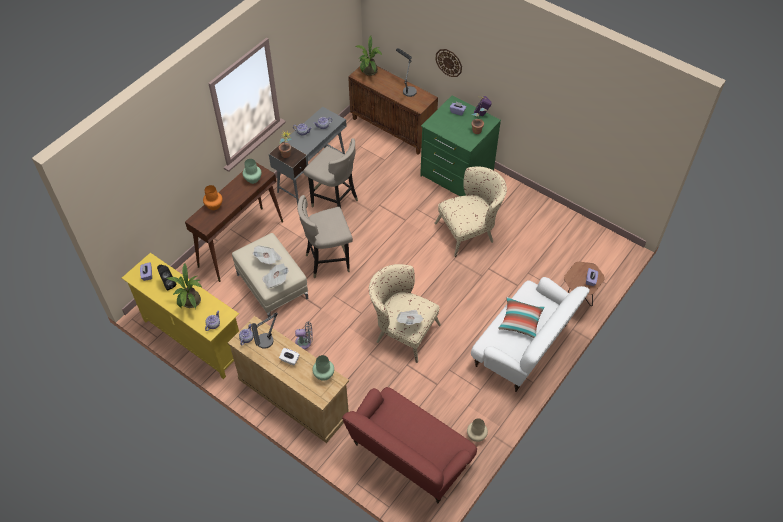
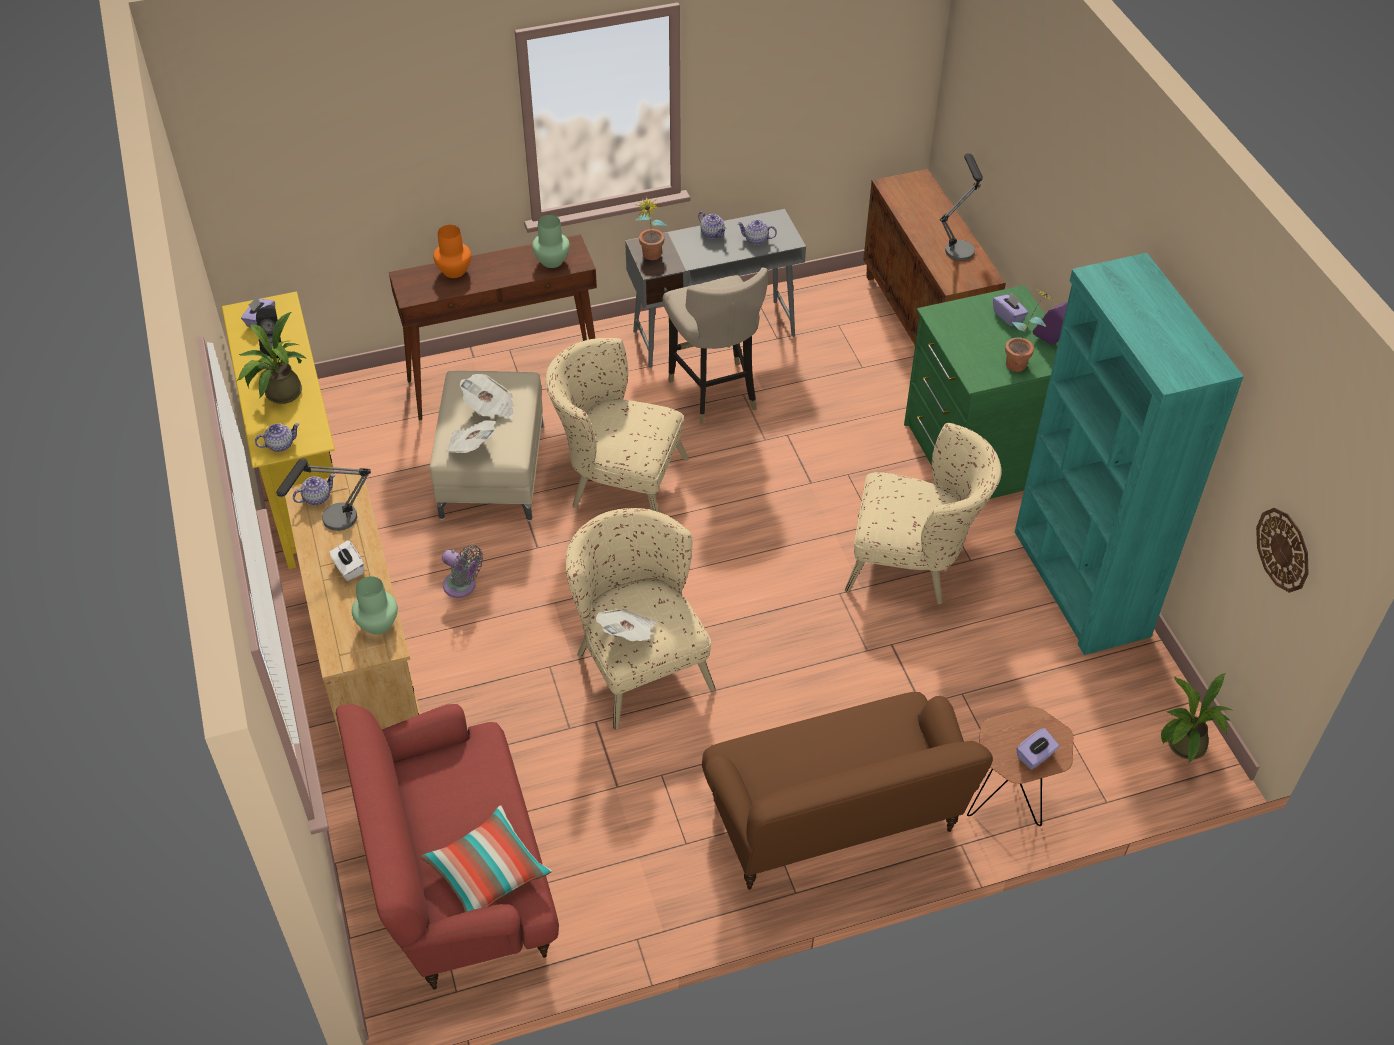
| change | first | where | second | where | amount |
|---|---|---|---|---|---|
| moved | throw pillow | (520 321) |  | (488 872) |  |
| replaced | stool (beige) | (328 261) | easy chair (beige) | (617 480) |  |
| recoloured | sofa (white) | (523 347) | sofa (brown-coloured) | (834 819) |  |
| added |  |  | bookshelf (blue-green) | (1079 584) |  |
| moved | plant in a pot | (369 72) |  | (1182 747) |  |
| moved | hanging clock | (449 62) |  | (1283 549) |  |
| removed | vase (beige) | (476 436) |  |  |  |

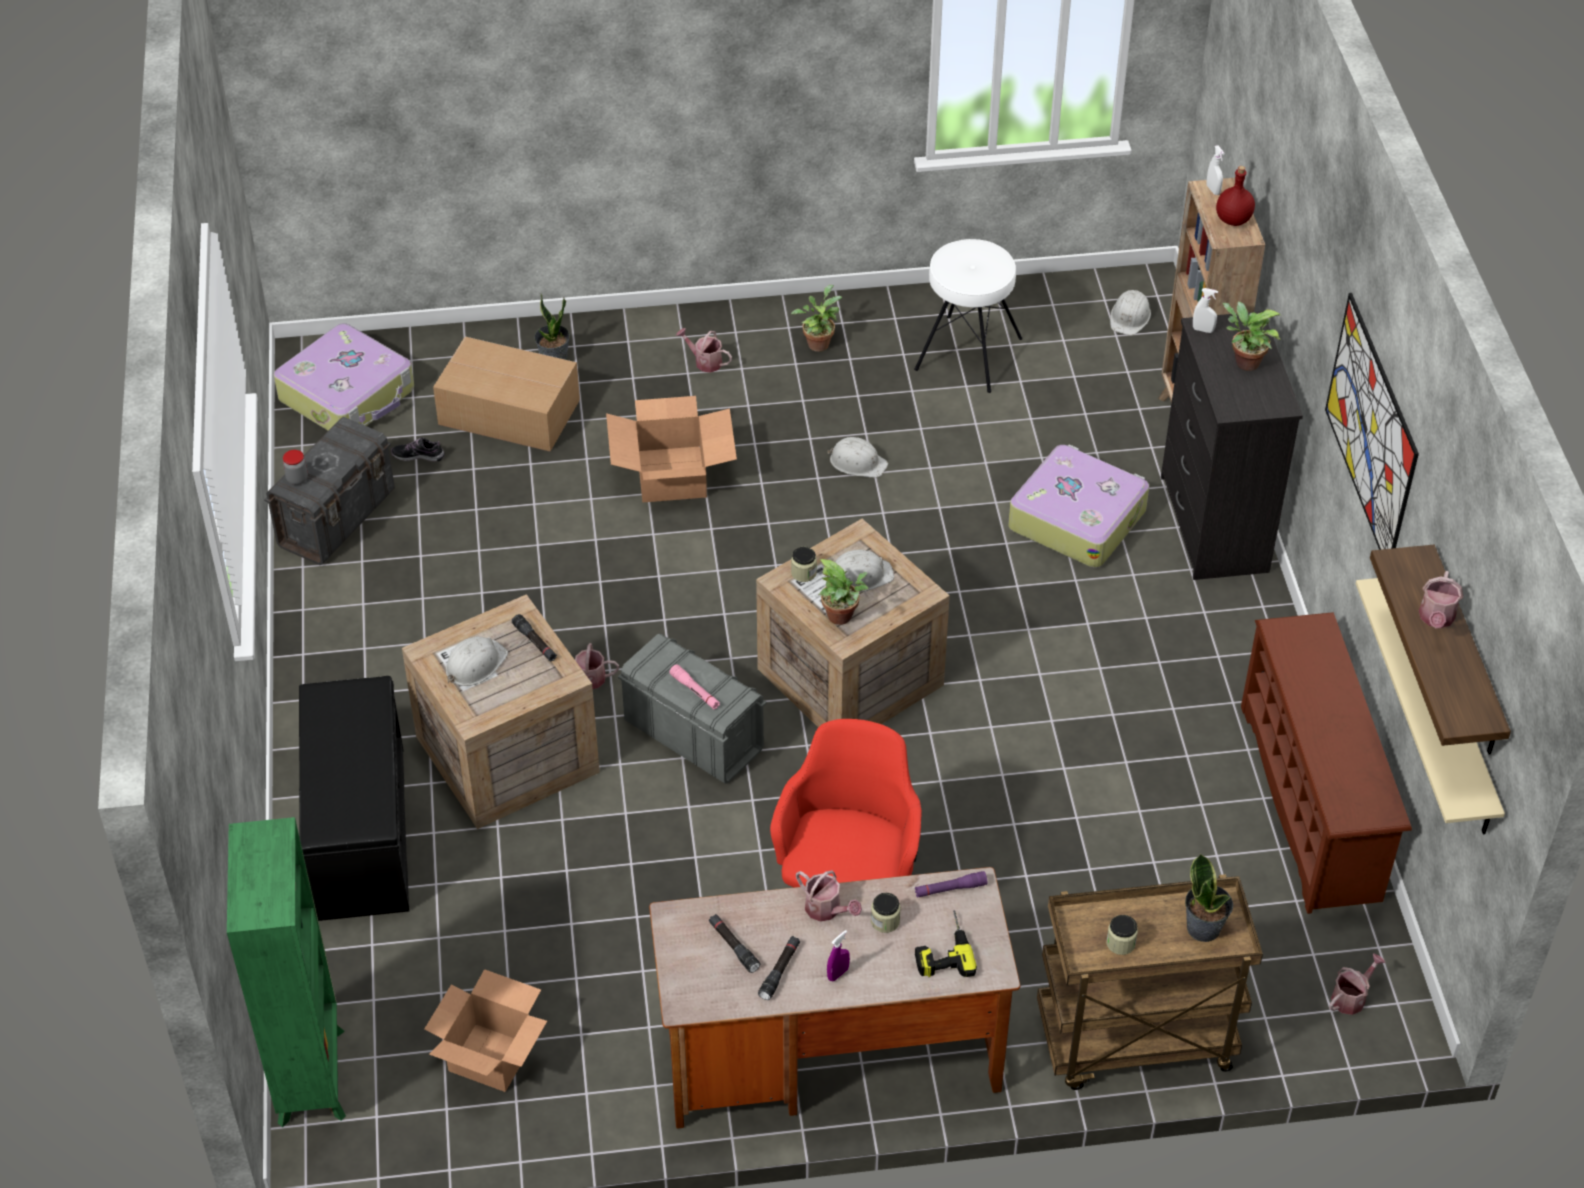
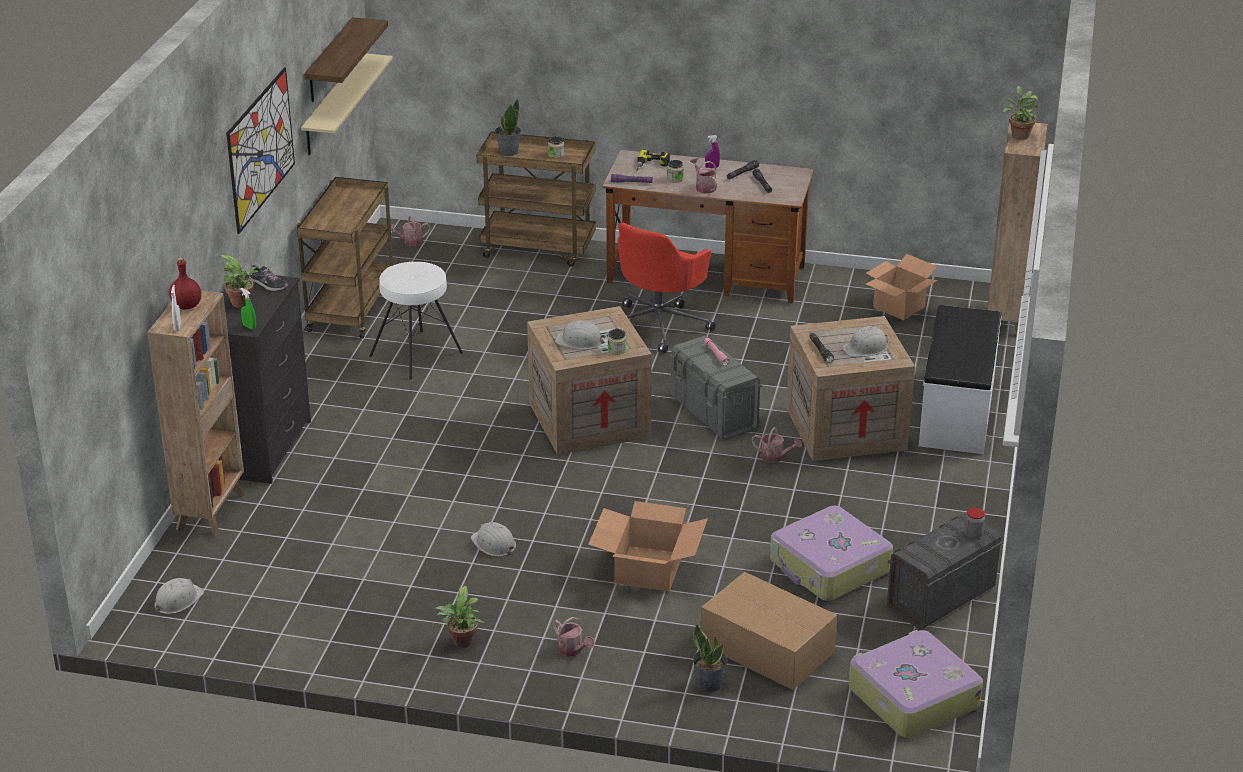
| change | first | where | second | where | amount |
|---|---|---|---|---|---|
| recoloured | sprayer (white) | (1203 330) | sprayer (greenish) | (249 327) |  |
| moved | item of footwear | (418 455) |  | (268 285) |  |
| replaced | shoe shelf (brown-coloured) | (1312 803) | cart (brown-coloured) | (350 309) |  |
| moved | stool (white) | (967 353) |  | (416 354) |  |
| moved | travel case | (1077 518) |  | (829 567) |  |
| recoloured | long seat (black) | (358 832) | long seat (white) | (958 411) |  |
| recoloured | bookshelf (greenish) | (312 1074) | bookshelf (brown-coloured) | (1005 320) |  |
| moved | plant in a pot | (842 617) |  | (1019 135) |  |
| removed | sprinkling can | (1436 619) |  |  |  |

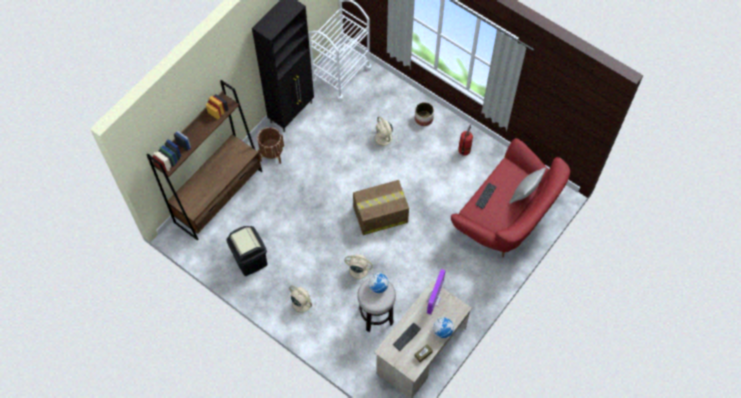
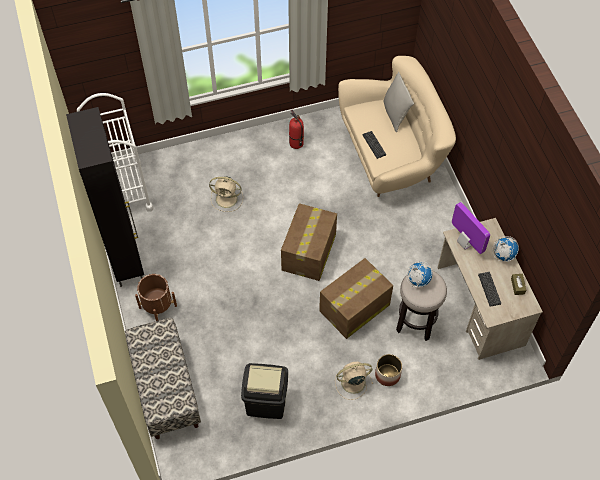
| change | first | where | second | where | amount |
|---|---|---|---|---|---|
| replaced | bookshelf (brown-coloured) | (219 196) | long seat | (165 388) |  |
| replaced | fan (beige) | (357 270) | packing box | (354 308) |  |
| recoloured | sofa (reddish) | (506 217) | sofa (beige) | (392 154) |  |
| moved | planter | (424 118) |  | (387 374) |  |

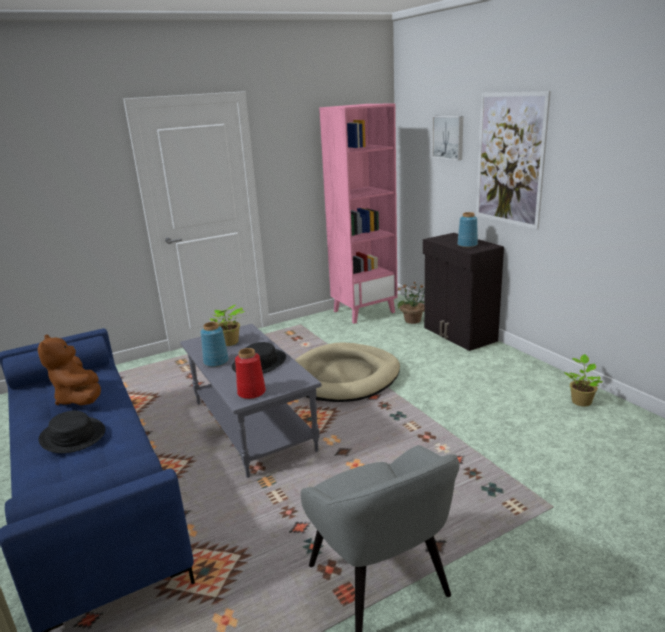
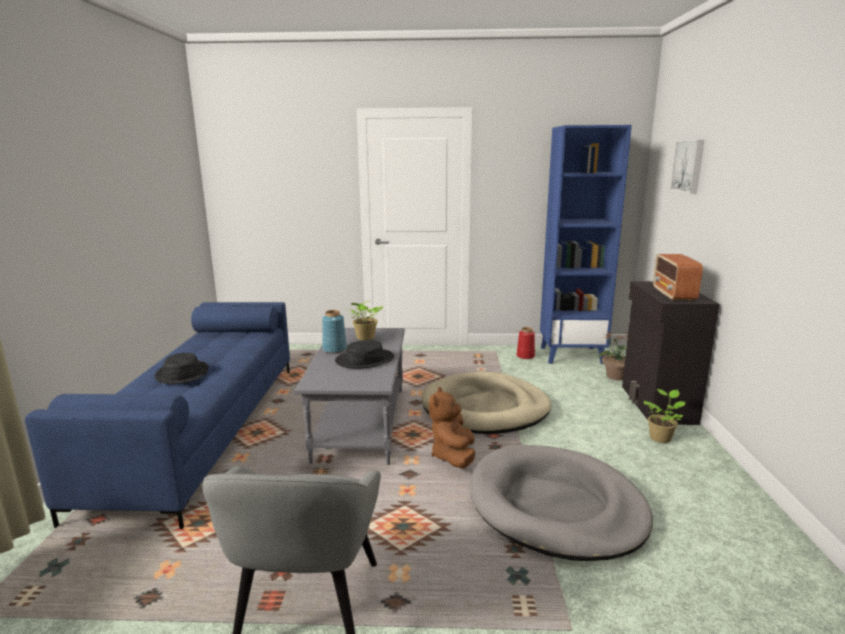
| change | first | where | second | where | amount |
|---|---|---|---|---|---|
| moved | cuddly toy (brown-coloured) | (80 399) |  | (453 456) |  |
| added |  |  | dog bed (gray) | (556 506) |  |
| moved | vase (reddish) | (252 392) |  | (525 356) |  |
| recoloured | bookshelf (pinkish) | (364 311) | bookshelf (blue) | (571 355) |  |
| moved | plant in a pot | (581 401) |  | (660 437) |  |
| replaced | vase (blue) | (467 245) | radio set | (673 295) |  |
| removed | wall picture | (510 159) |  |  |  |

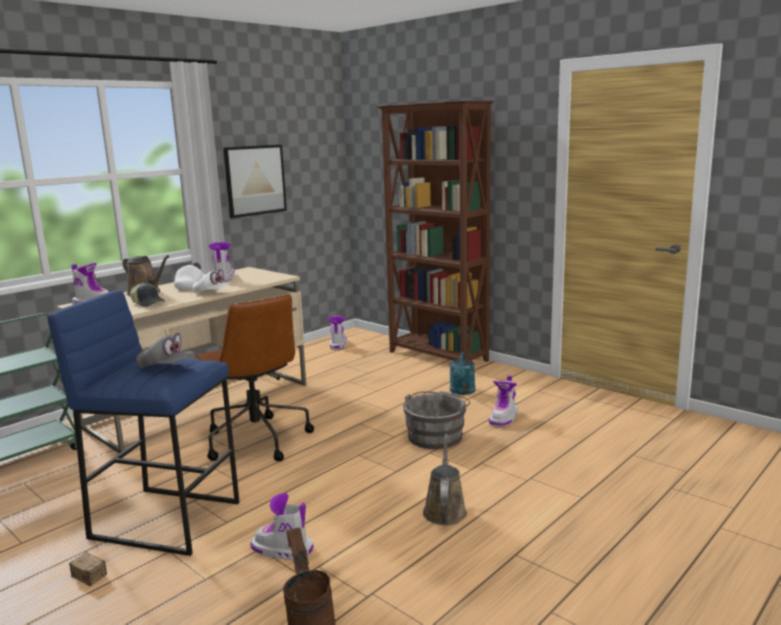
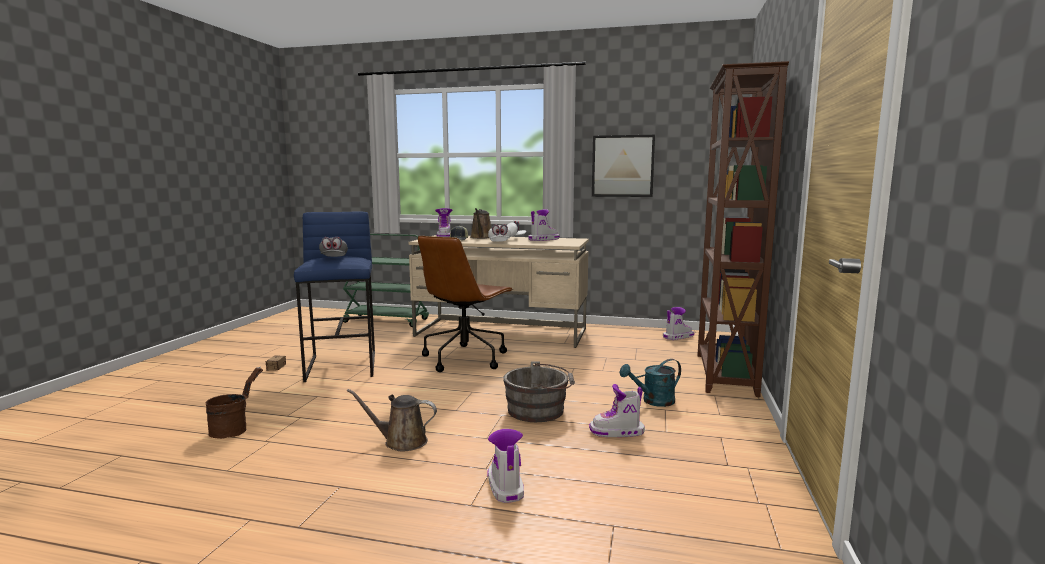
| change | first | where | second | where | amount |
|---|---|---|---|---|---|
| turned | sprinkling can (brown-coloured) | (444 510) |  | (401 442) | 150 degrees counterclockwise |
| moved | tall boot | (282 550) |  | (505 486) |  |

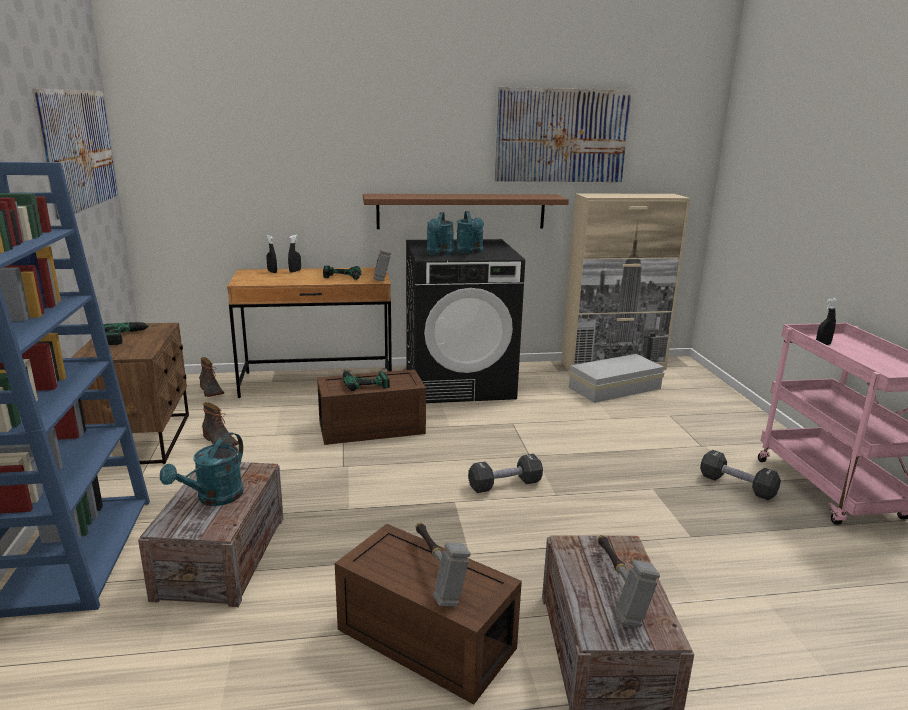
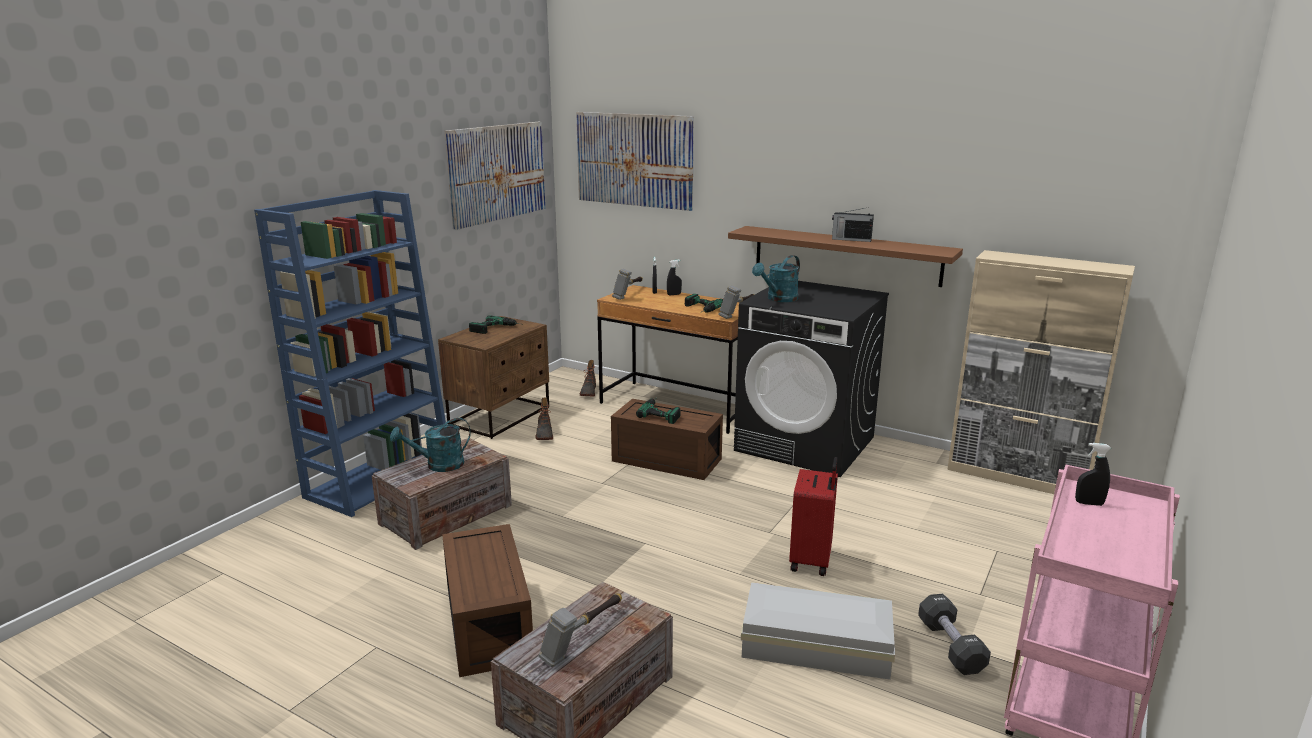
| change | first | where | second | where | amount |
|---|---|---|---|---|---|
| moved | wall picture | (561 136) |  | (634 160) |  |
| moved | hammer | (436 573) |  | (629 294) |  |
| moved | storage container (white) | (616 388) |  | (818 647) |  |
| added |  |  | travel case (reddish) | (812 560) |  |
| added |  |  | radio set | (850 239) |  |
| removed | sprinkling can (blue-green) | (471 252) |  |  |  |
| removed | hand weight (black) | (505 485) |  |  |  |

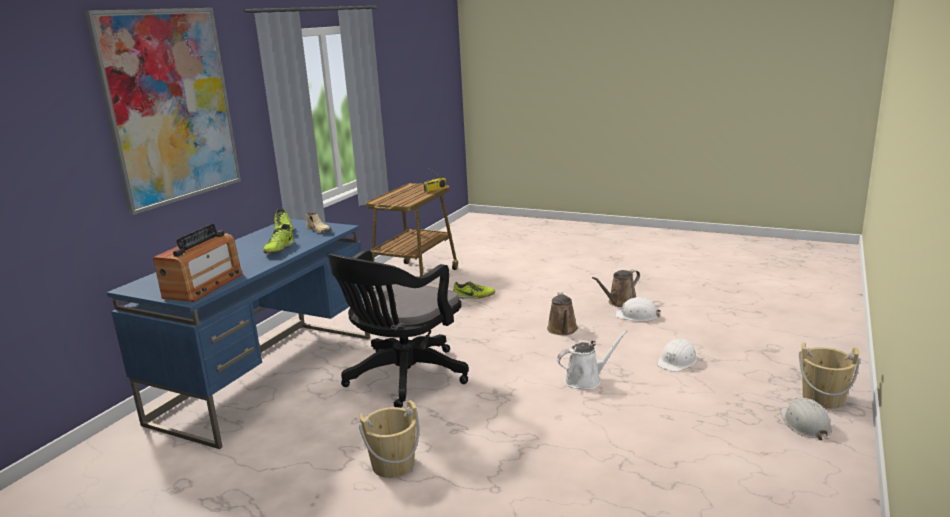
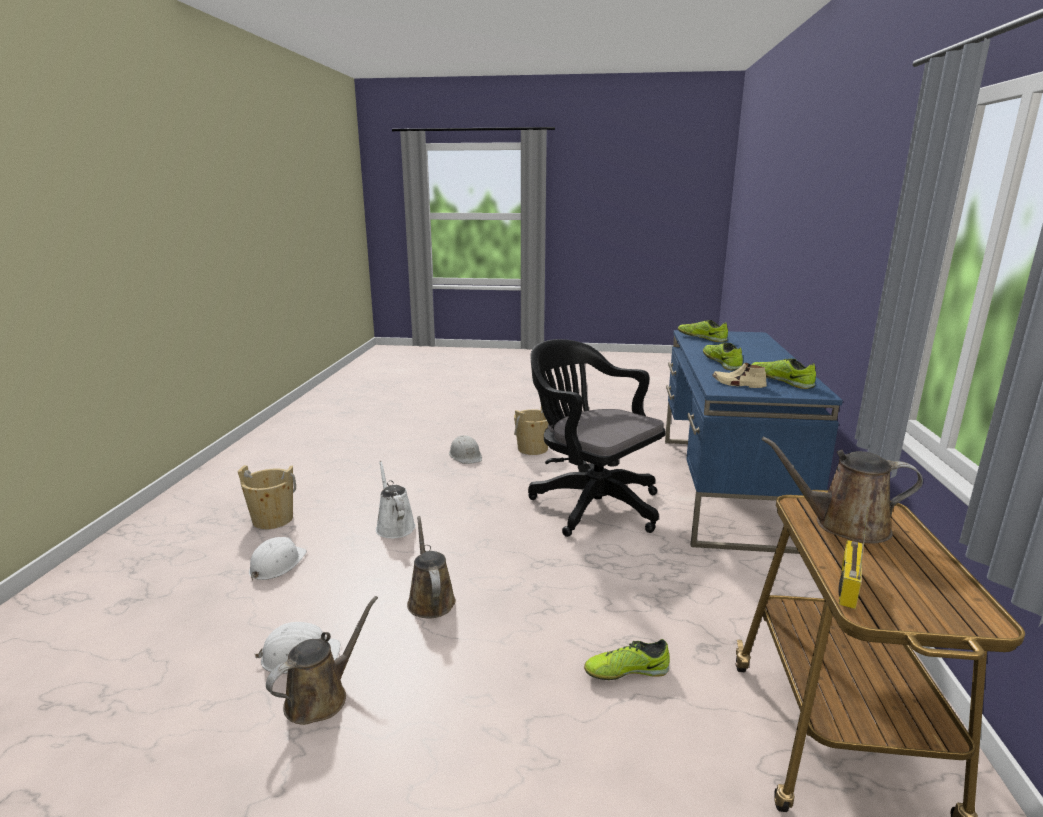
| change | first | where | second | where | amount |
|---|---|---|---|---|---|
| moved | water bucket (beige) | (823 398) |  | (273 519) |  |
| turned | sprinkling can (white) | (586 380) |  | (394 526) | 105 degrees clockwise |
| moved | safety helmet (white) | (805 423) |  | (466 456) |  |
| turned | desk chair (black) | (402 379) |  | (590 504) | 60 degrees counterclockwise |
| replaced | radio set | (203 286) | item of footwear | (702 338) |  |
| added |  |  | sprinkling can (brown-coloured) | (844 525) |  |
| removed | wall picture | (170 106) |  |  |  |

